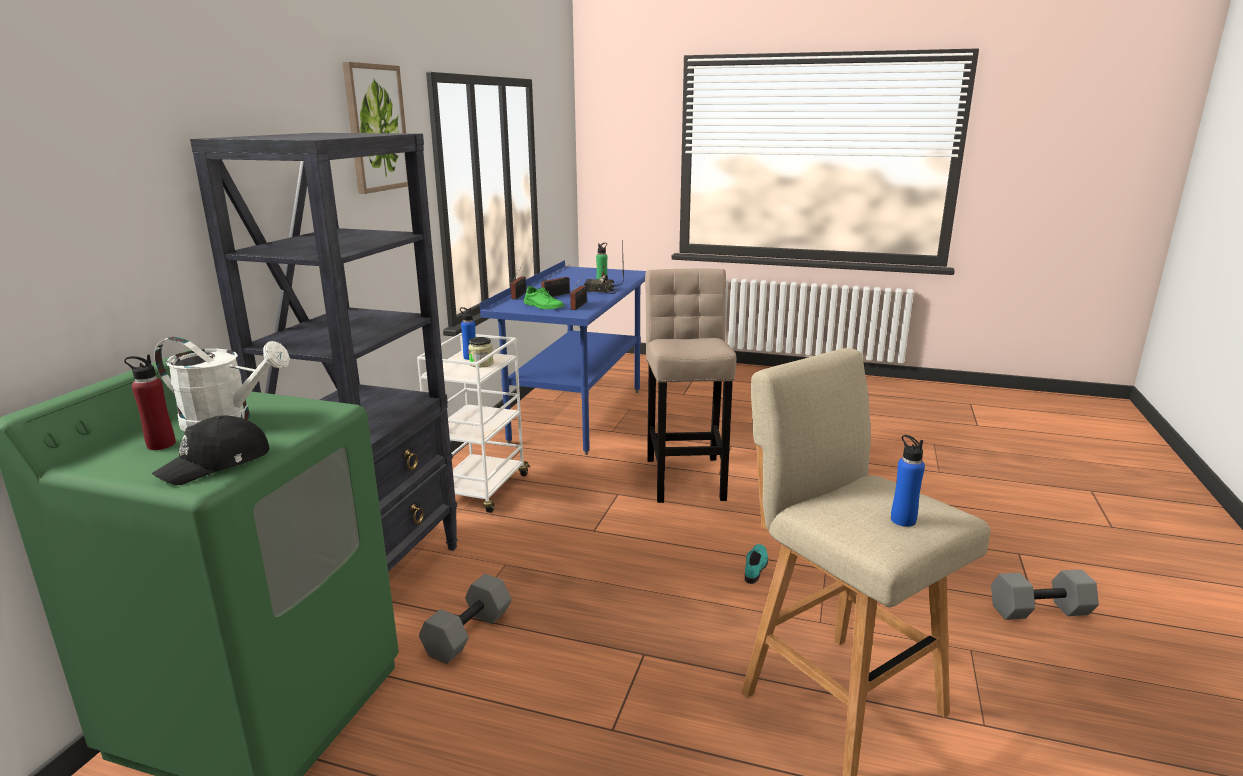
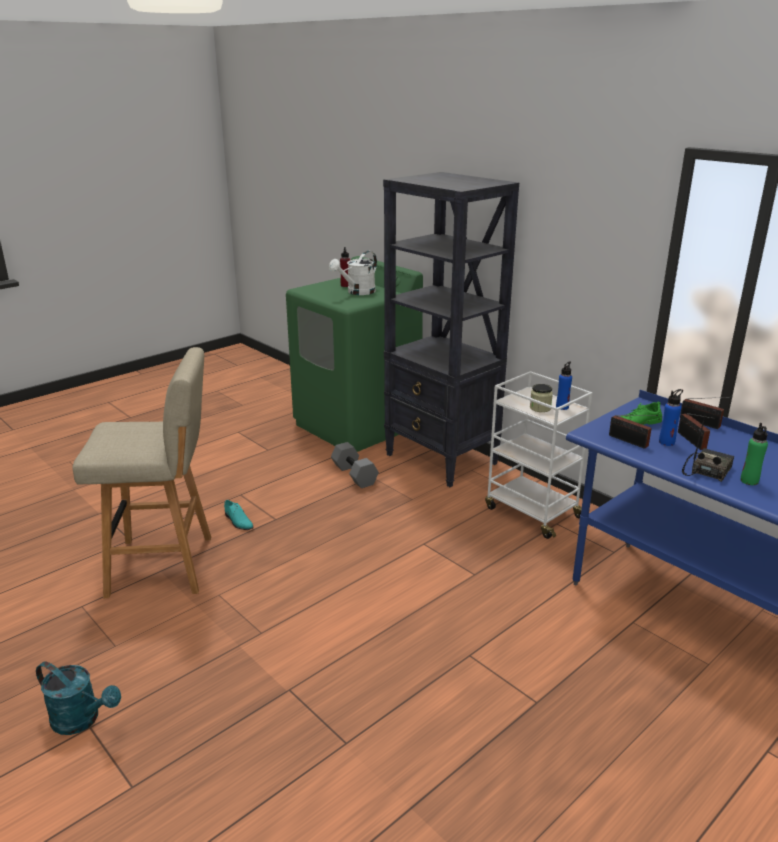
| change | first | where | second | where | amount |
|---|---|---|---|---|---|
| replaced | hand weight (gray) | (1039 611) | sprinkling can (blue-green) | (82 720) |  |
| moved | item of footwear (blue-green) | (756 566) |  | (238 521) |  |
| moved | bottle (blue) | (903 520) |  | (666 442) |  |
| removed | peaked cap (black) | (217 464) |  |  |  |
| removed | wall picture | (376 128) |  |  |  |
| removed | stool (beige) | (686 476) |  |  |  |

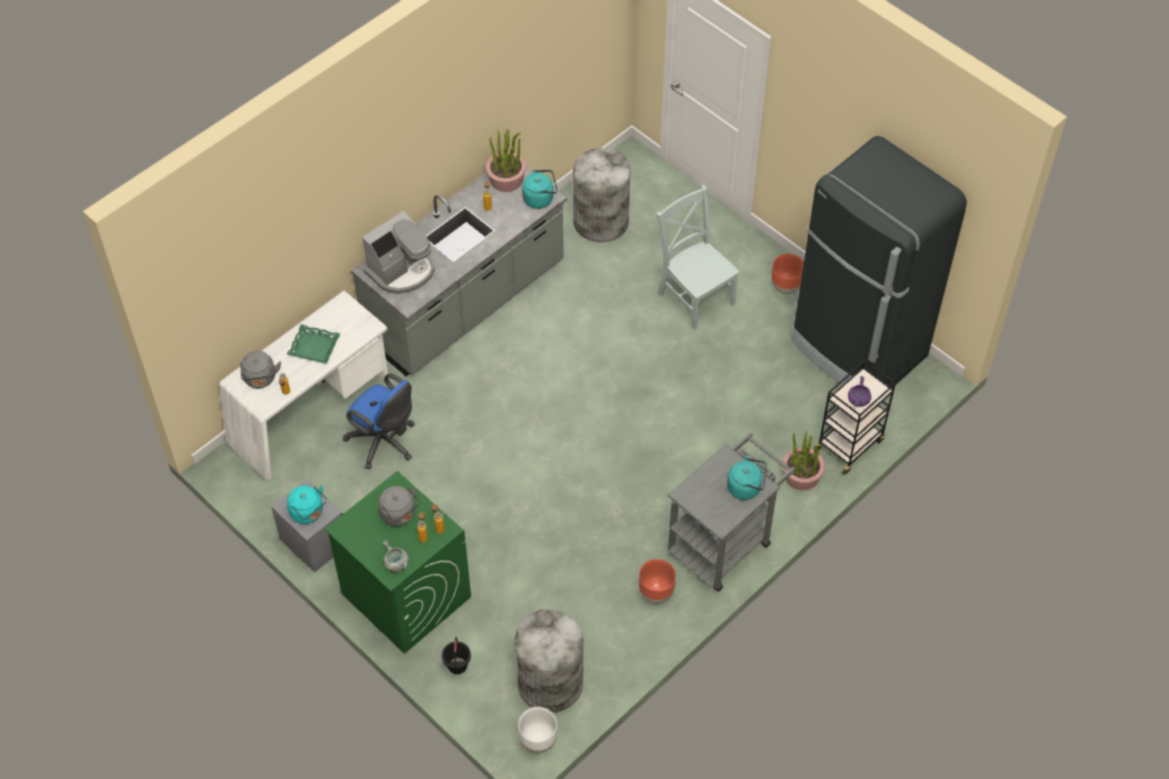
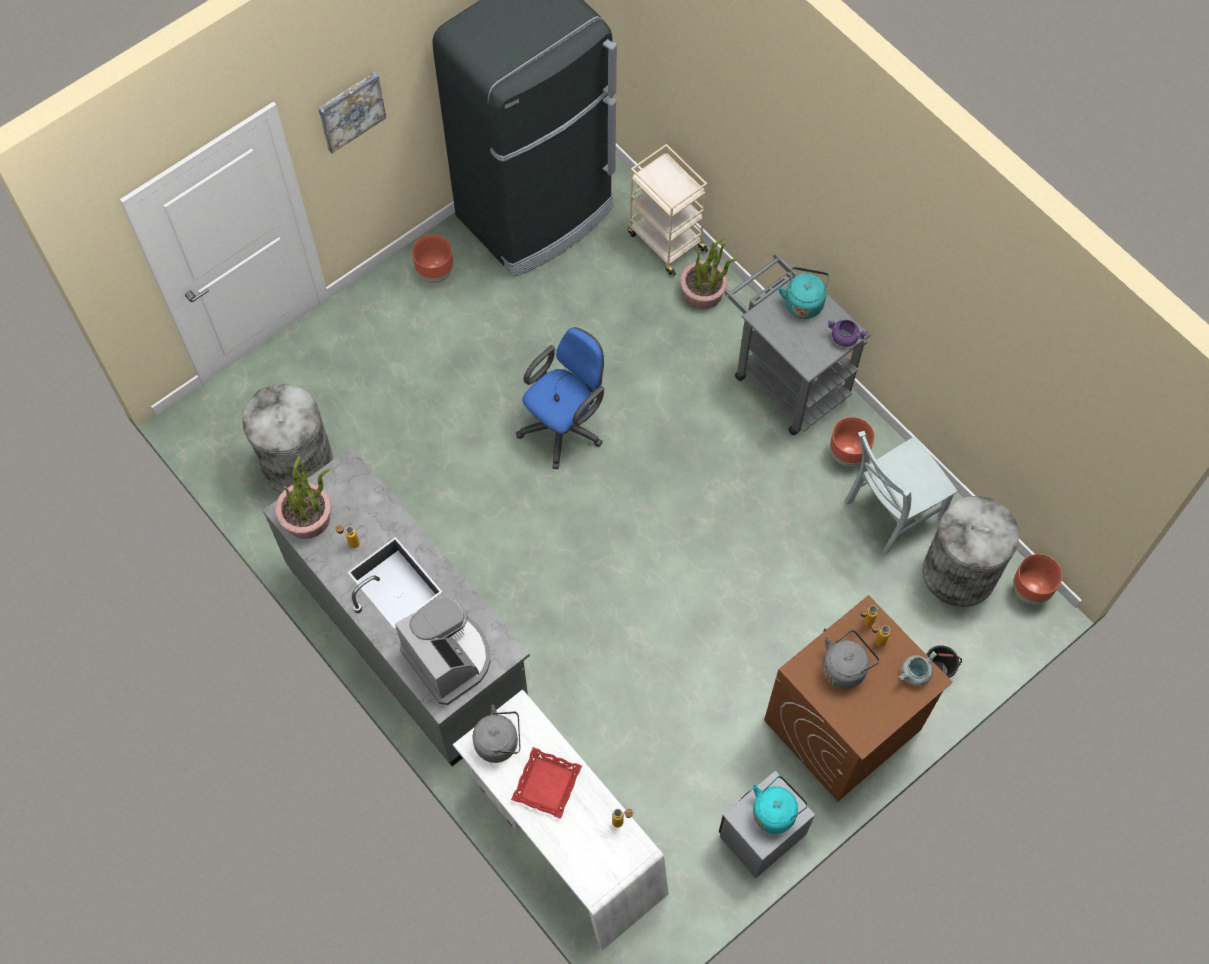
| change | first | where | second | where | amount |
|---|---|---|---|---|---|
| added |  |  | wall picture | (351 111) |  |
| moved | tea kettle (gray) | (260 379) |  | (499 742) |  |
| recoloured | serving tray (greenish) | (314 347) | serving tray (reddish) | (547 784) |  |
| moved | desk chair (blue) | (385 443) |  | (565 426) |  |
| recoloured | cart (black) | (849 444) | cart (beige) | (665 241) |  |
| recoloured | laundry appliance (greenish) | (405 595) | laundry appliance (brown-coloured) | (842 726) |  |
| moved | cooking pot (purple) | (858 400) |  | (845 337) |  |
| moved | chair (gray) | (694 296) |  | (890 511) |  |
| recoloured | planter (white) | (538 741) | planter (brown-coloured) | (1031 590) |  |
| removed | tea kettle (blue-green) | (540 198) |  |  |  |

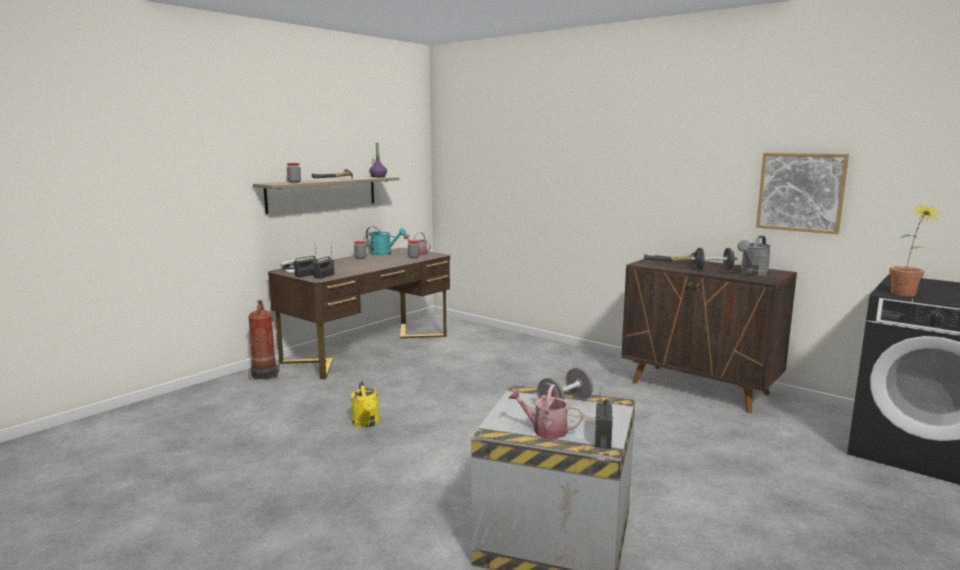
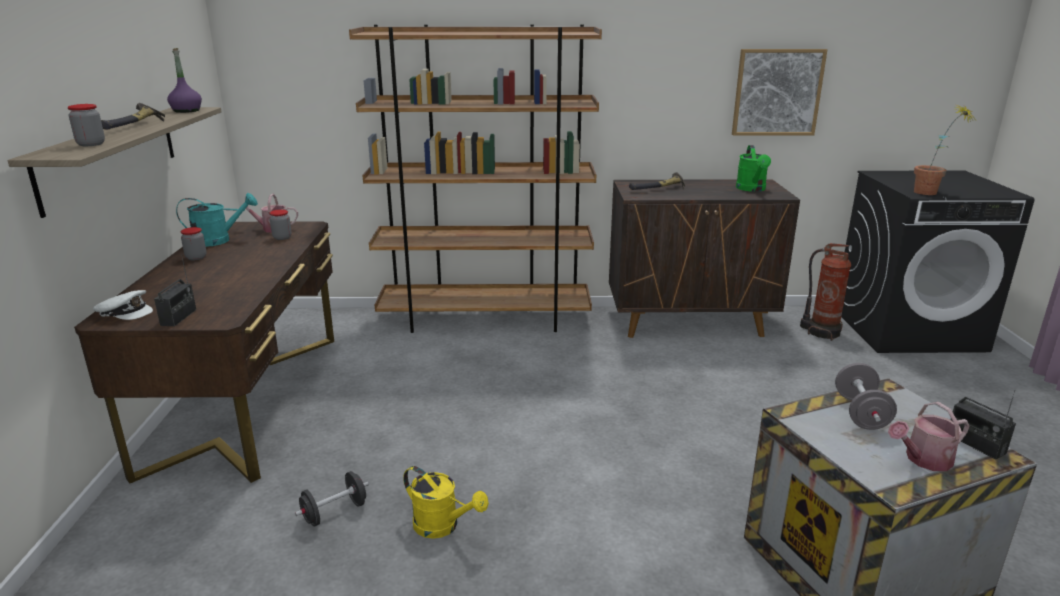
| change | first | where | second | where | amount |
|---|---|---|---|---|---|
| moved | hand weight (black) | (713 269) |  | (334 512) |  |
| added |  |  | bookshelf (brown-coloured) | (485 319) |  |
| recoloured | sprinkling can (gray) | (752 274) | sprinkling can (greenish) | (752 189) |  |
| moved | extinguisher | (265 374) |  | (821 332) |  |
| removed | radio set | (324 276) |  |  |  |

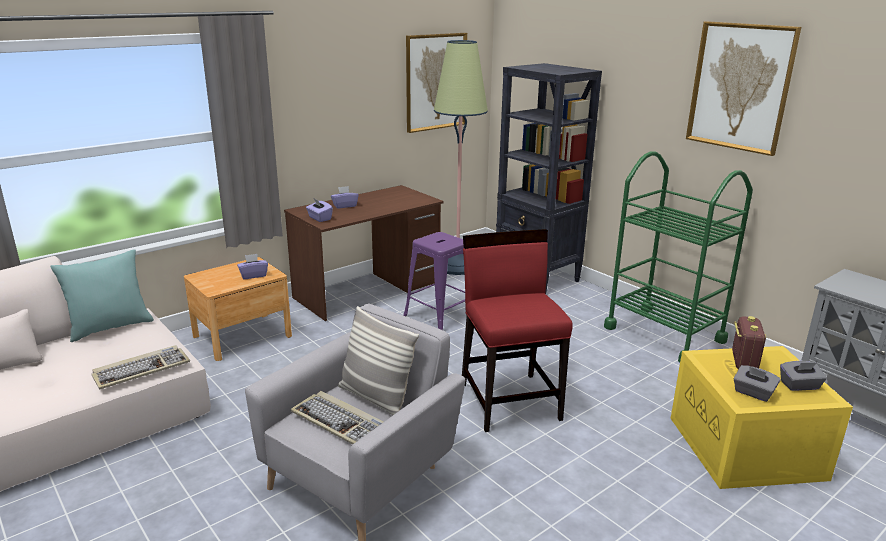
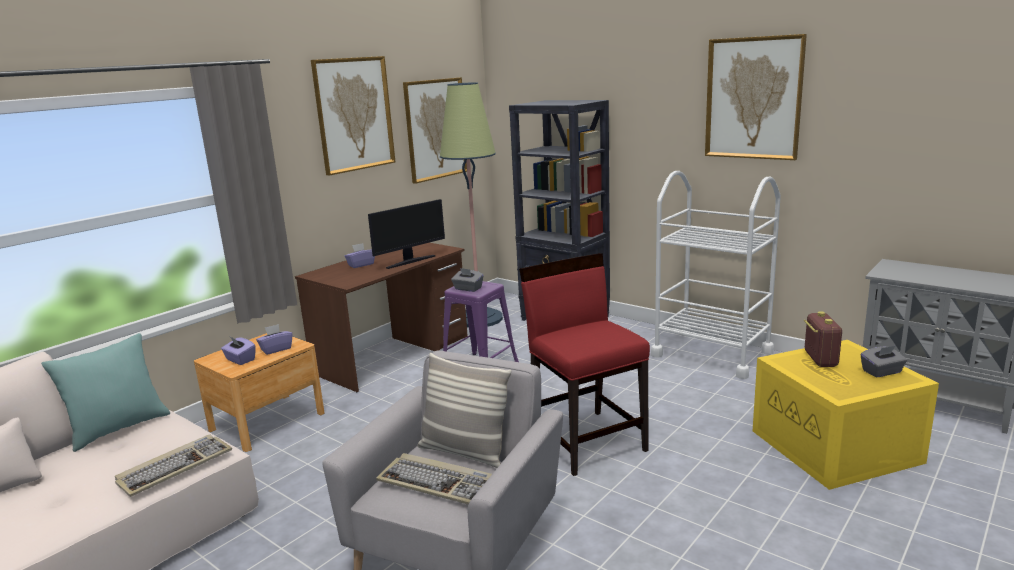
| change | first | where | second | where | amount |
|---|---|---|---|---|---|
| moved | tissue holder (purple) | (319 218) |  | (240 360) |  |
| added |  |  | wall picture | (354 114) |  |
| added |  |  | monitor | (410 261) |  |
| moved | tissue holder (gray) | (753 393) |  | (468 289) |  |
| recoloured | cart (greenish) | (664 334) | cart (white) | (711 354) |  |

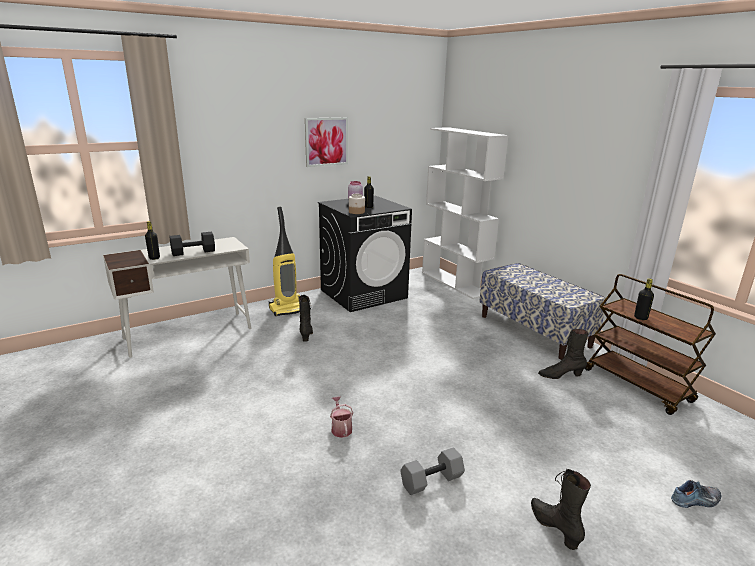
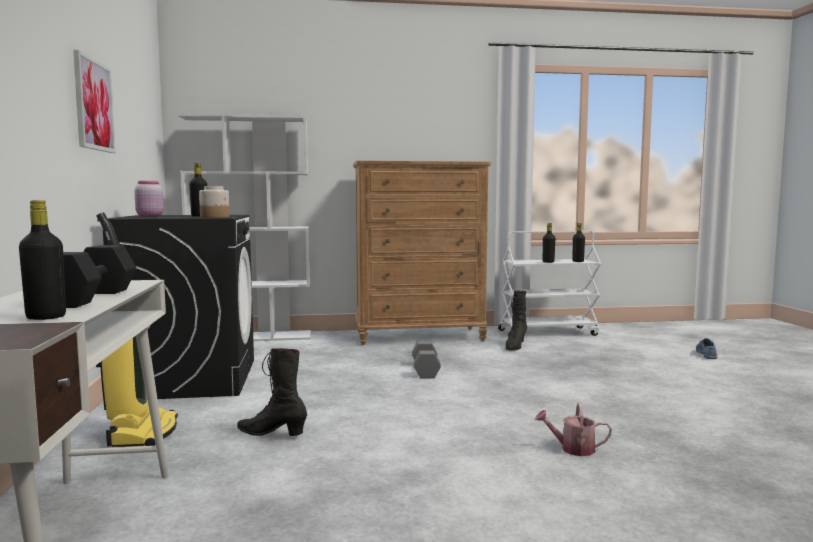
| change | first | where | second | where | amount |
|---|---|---|---|---|---|
| replaced | long seat | (534 331) | drawer chest (brown-coloured) | (419 336) |  |
| moved | hand weight (gray) | (431 481) |  | (426 370) |  |
| recoloured | cart (brown-coloured) | (638 386) | cart (white) | (548 332) |  |
| added |  |  | bottle (black) | (578 261) |  |
| removed | tall boot (black) | (554 528) |  |  |  |

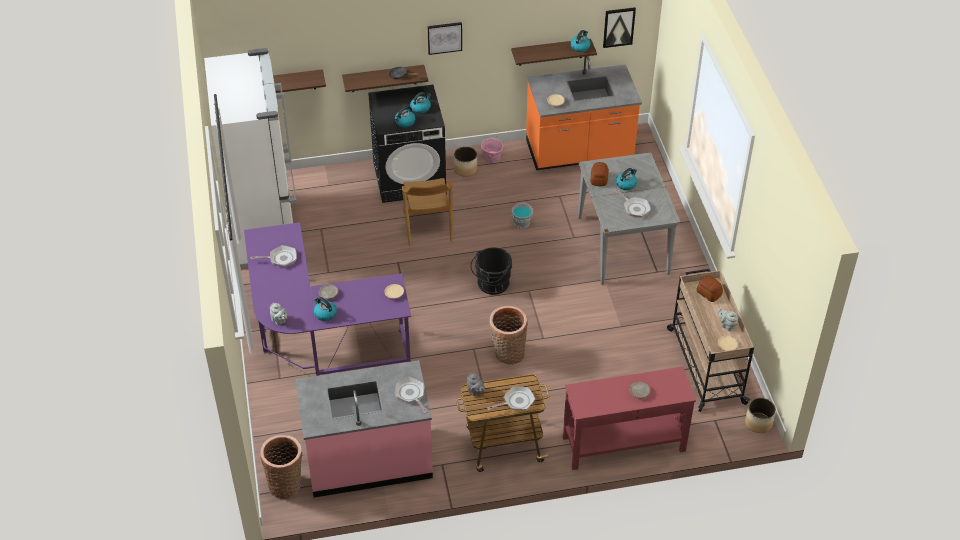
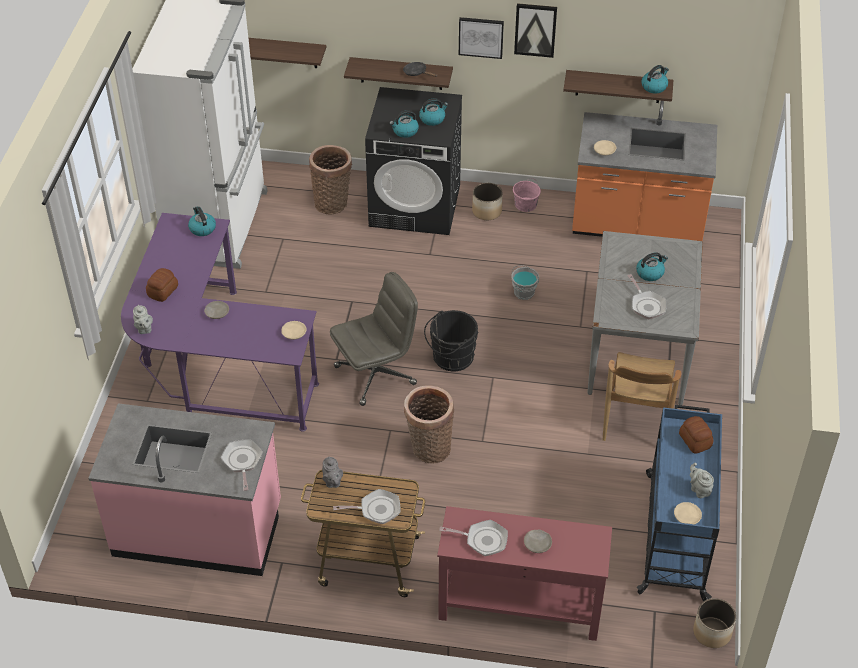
| change | first | where | second | where | amount |
|---|---|---|---|---|---|
| moved | baked bread | (599 179) |  | (163 291) |  |
| moved | tea kettle | (325 314) |  | (202 228) |  |
| moved | storage basket | (286 484) |  | (333 202) |  |
| added |  |  | desk chair (gray) | (376 374) |  |
| moved | skillet | (280 258) |  | (483 540) |  |
| moved | wall picture | (618 27) |  | (535 29) |  |
| moved | chair (brown-coloured) | (427 227) |  | (636 420) |  |
| recoloured | cart (beige) | (705 364) | cart (blue) | (675 534) |  |

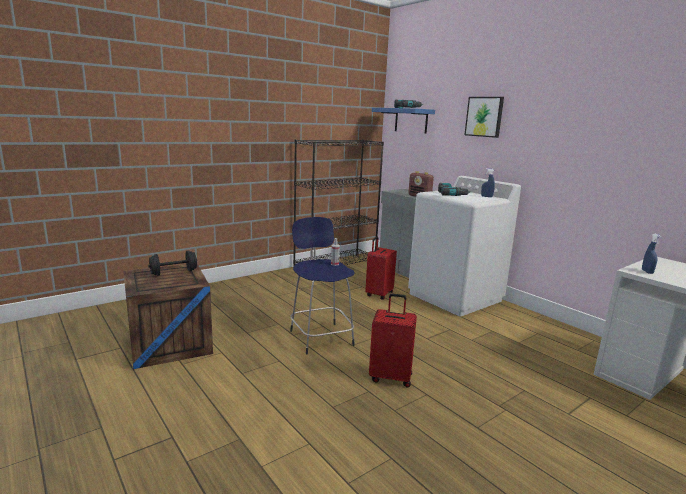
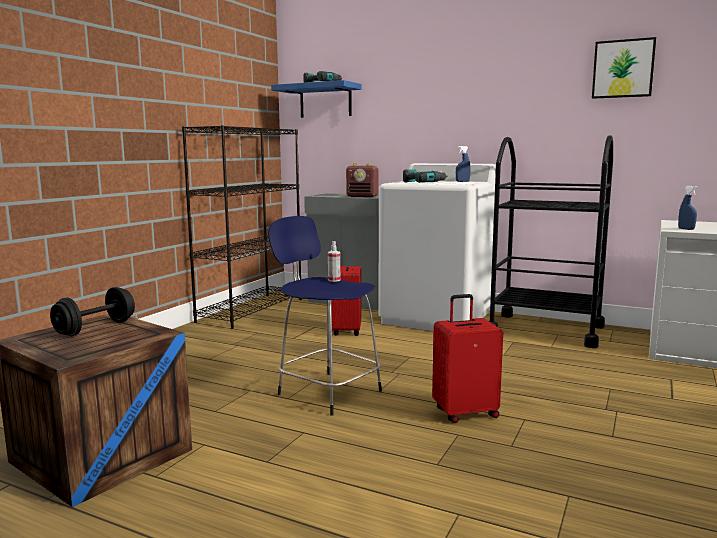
| change | first | where | second | where | amount |
|---|---|---|---|---|---|
| added |  |  | cart (black) | (545 330) |  |
| moved | wall picture | (484 116) |  | (623 69) |  |

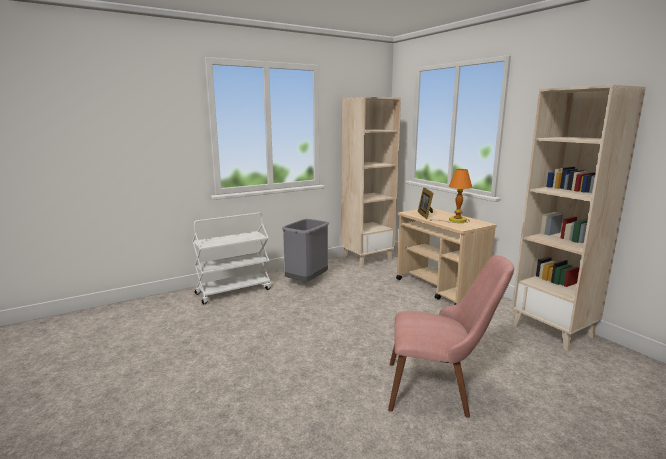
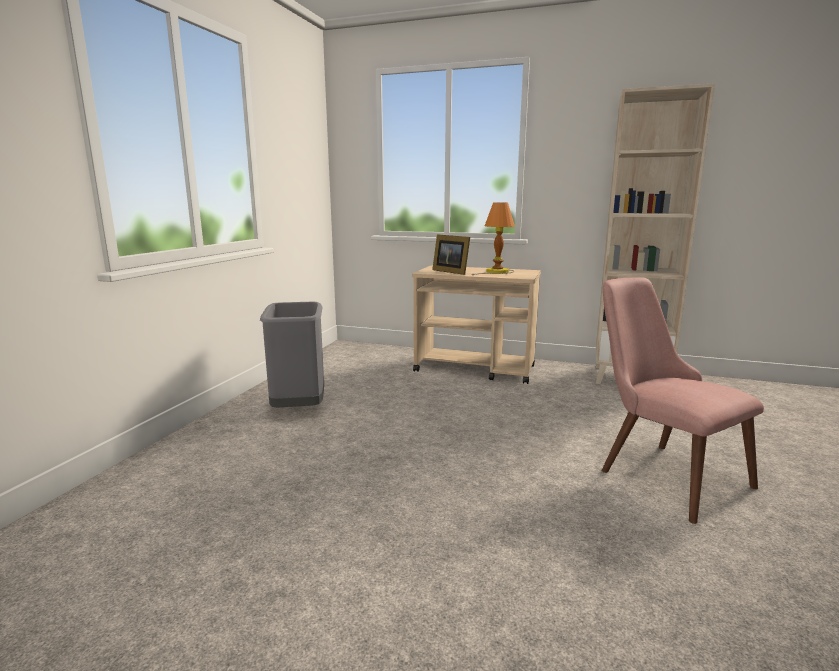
| change | first | where | second | where | amount |
|---|---|---|---|---|---|
| turned | chair (pinkish) | (439 389) |  | (659 471) | 90 degrees counterclockwise |
| removed | cart (white) | (234 291) |  |  |  |
| removed | bookshelf (beige) | (367 259) |  |  |  |

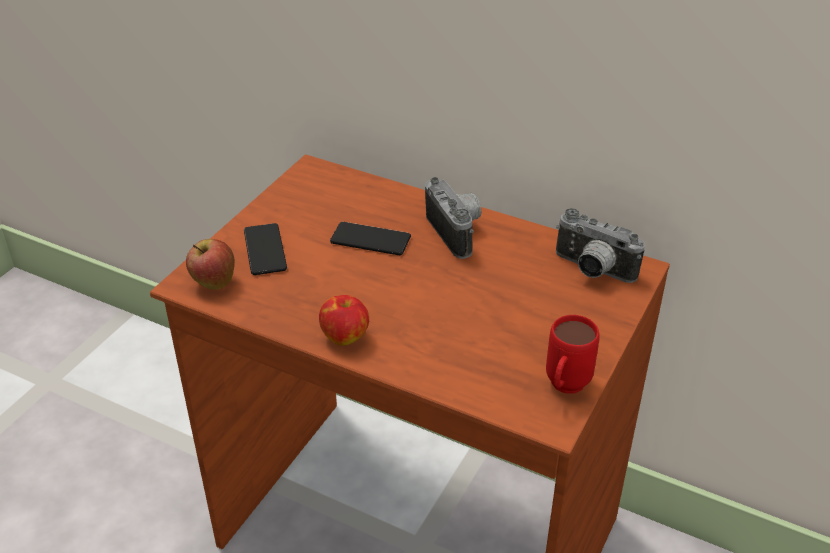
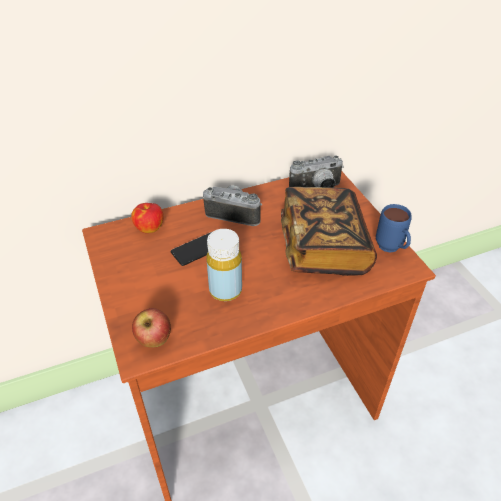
| change | first | where | second | where | amount |
|---|---|---|---|---|---|
| moved | apple | (345 336) |  | (149 228) |  |
| added |  |  | bottle (yellowish) | (225 290) |  |
| added |  |  | volume | (323 247) |  |
| recoloured | mug (reddish) | (564 388) | mug (blue) | (391 249) |  |
| removed | handset | (265 250) |  |  |  |

